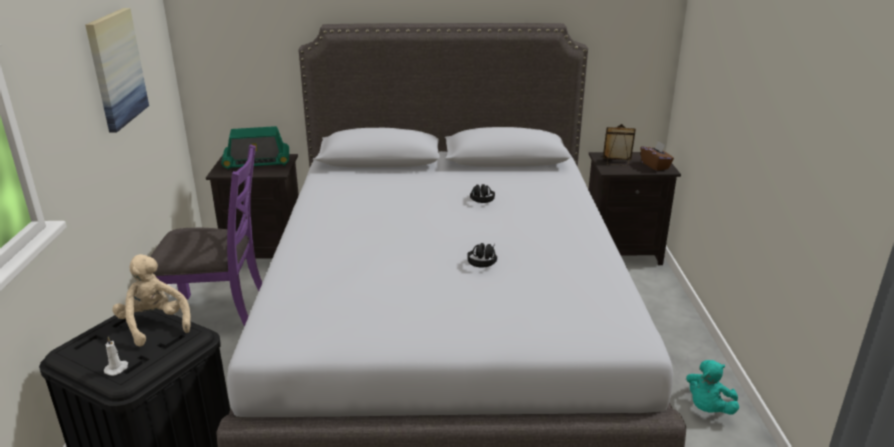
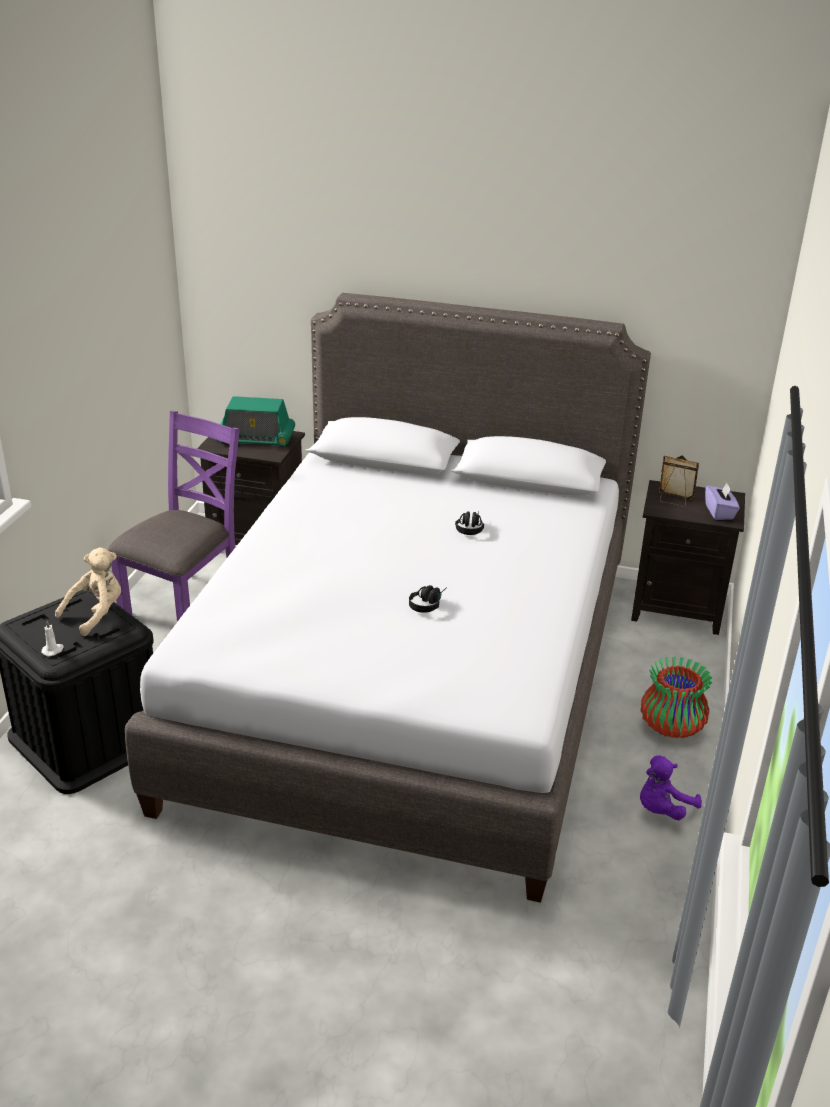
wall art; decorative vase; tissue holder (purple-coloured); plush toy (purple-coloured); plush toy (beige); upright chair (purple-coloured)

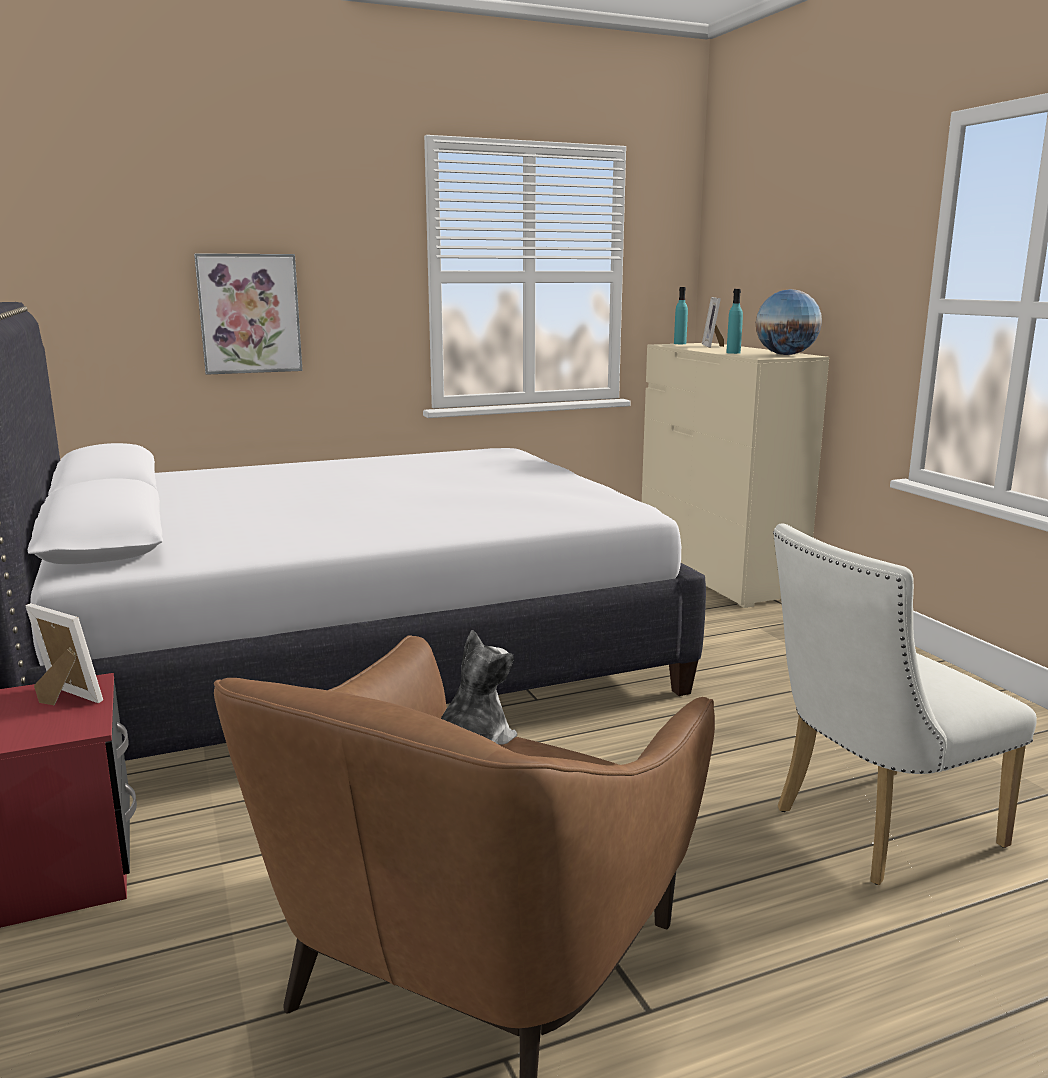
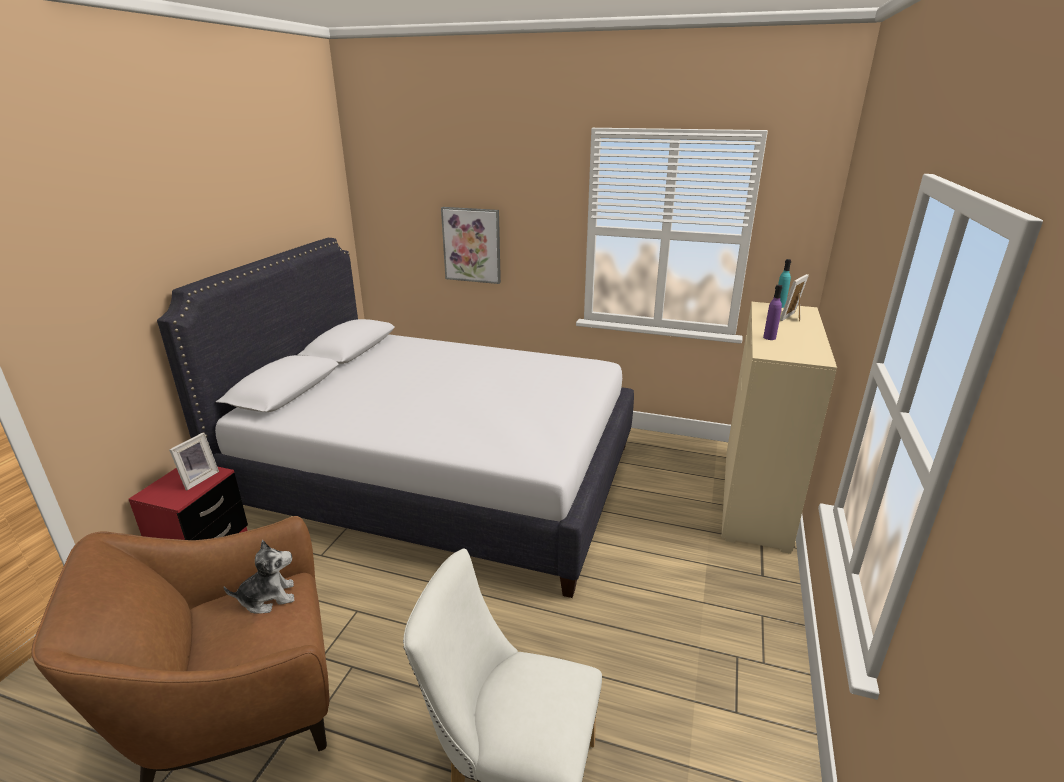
world globe; beverage bottle (purple-coloured); standing frame (1st from left)

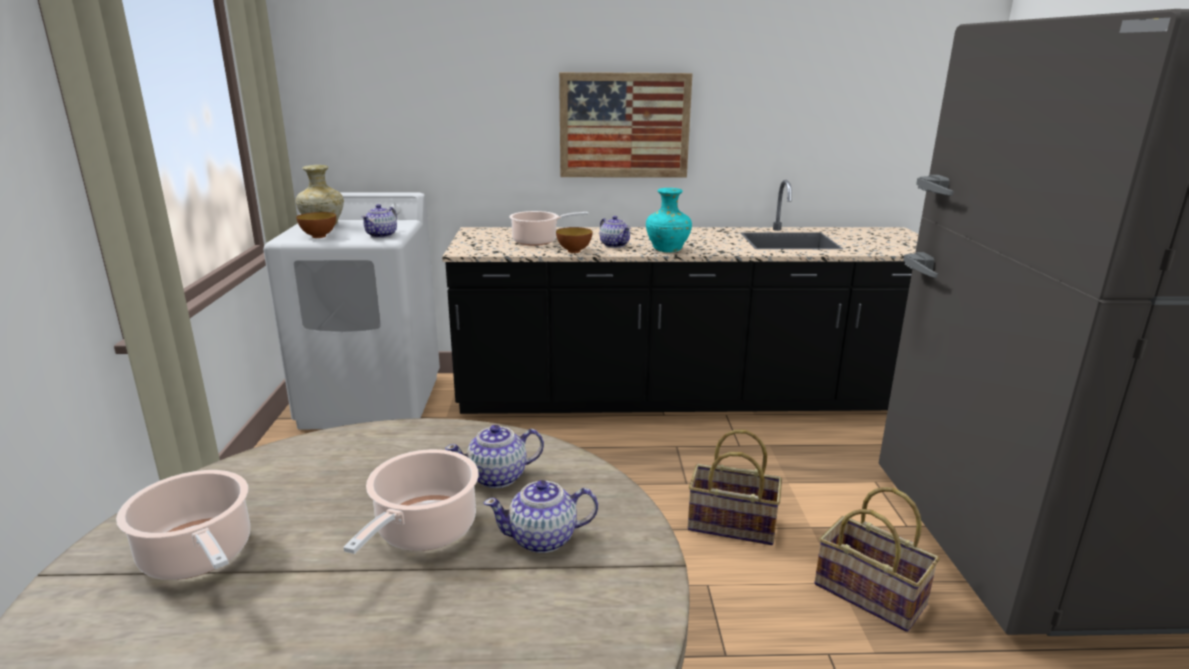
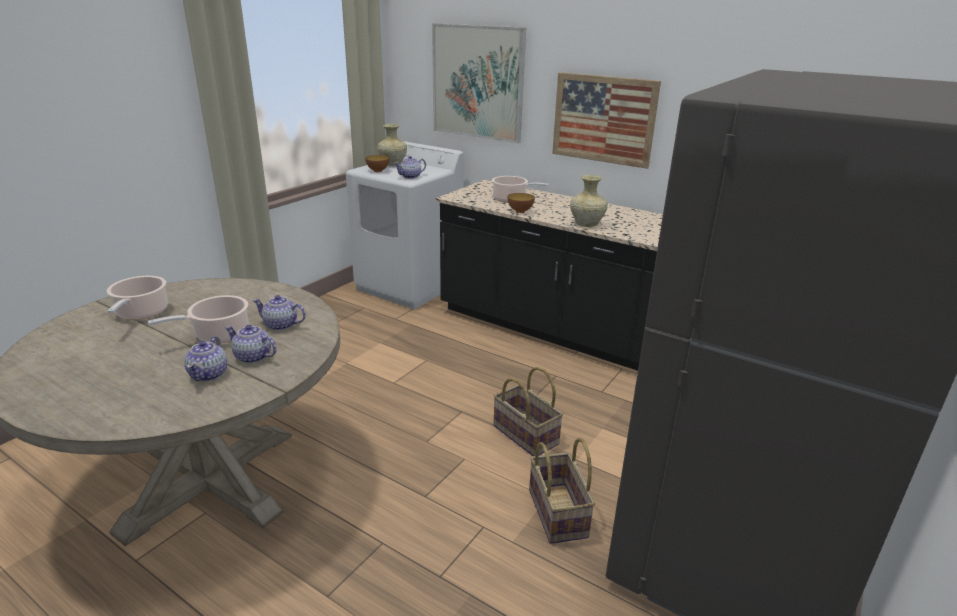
wall art (1st from left); pot for tea (1st from left); decorative vase (beige) (2nd from left)

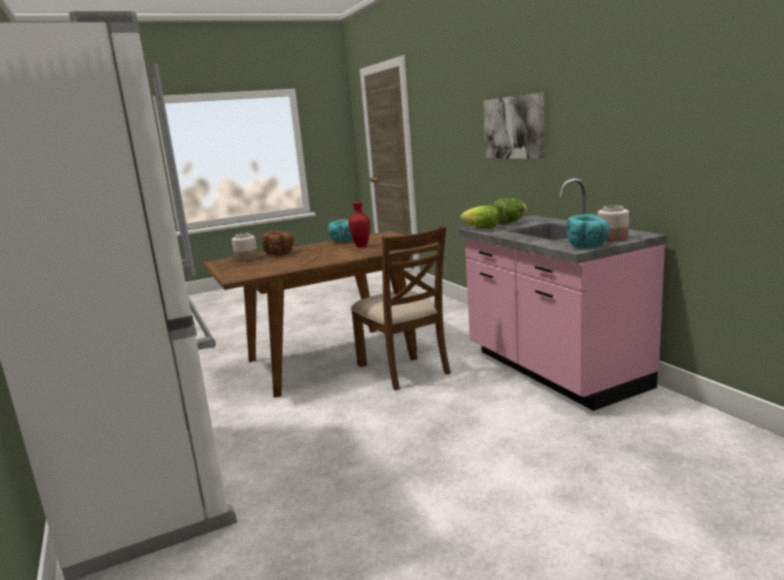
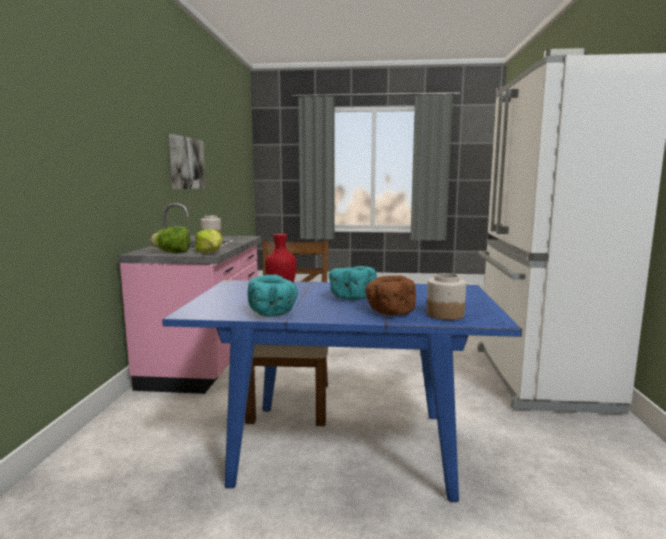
wall art; serving bowl (turquoise) (2nd from left); dinner table (bluish)

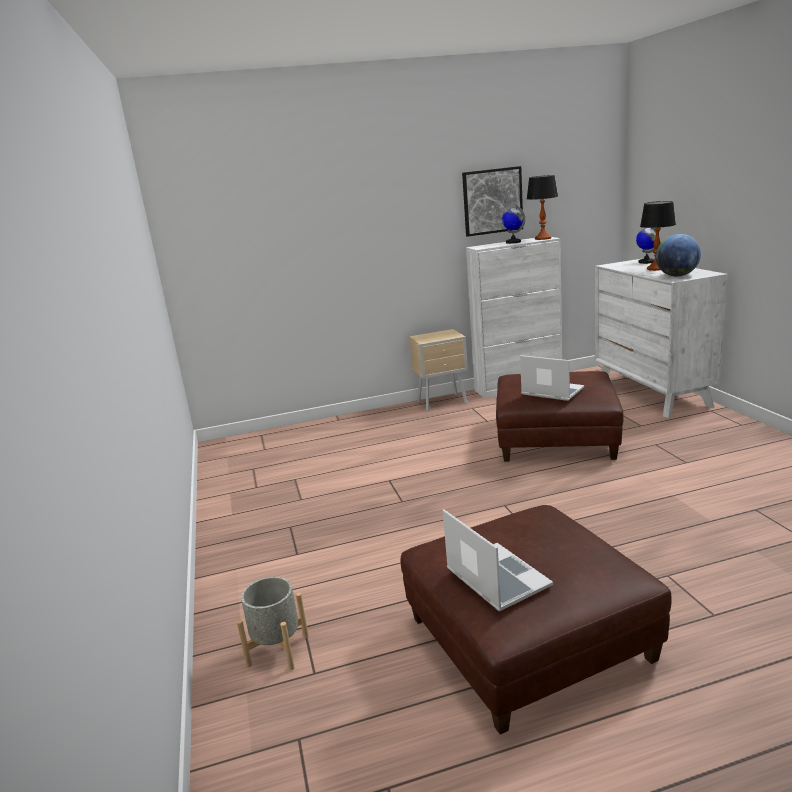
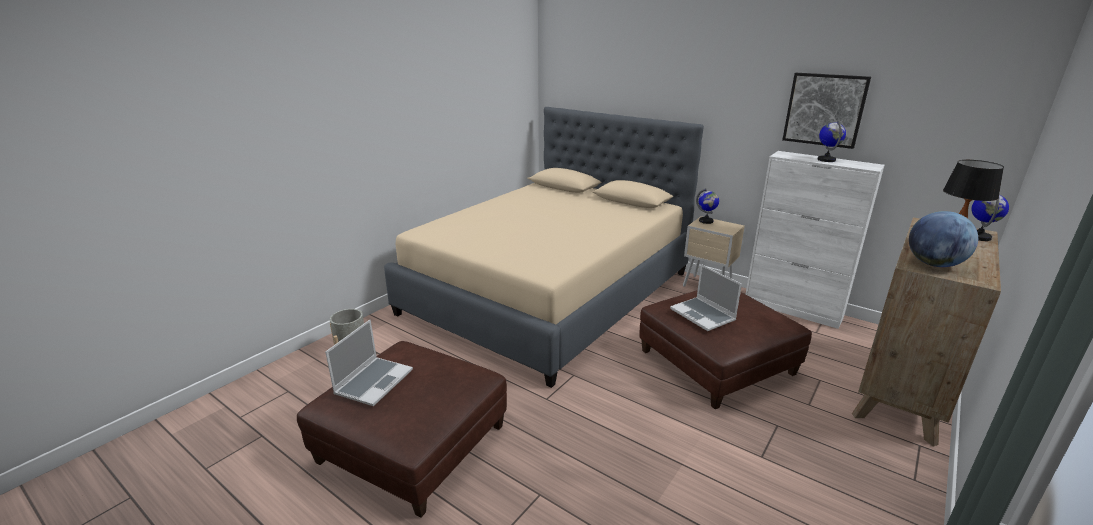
tabletop lamp (1st from left in the first image); sleeping bed (beige); world globe (1st from left); chest of drawers (brown); portable computer (2nd from left)

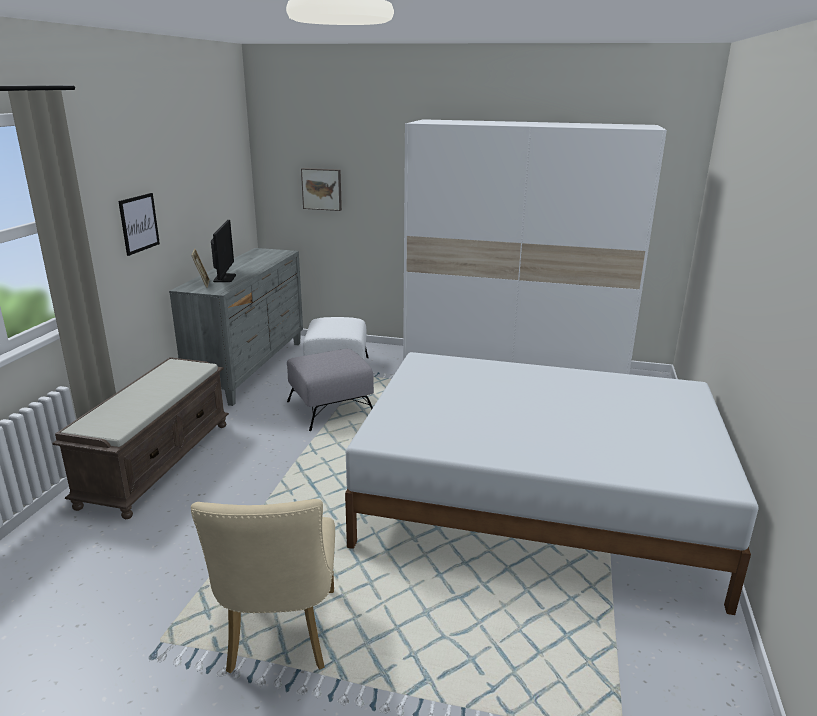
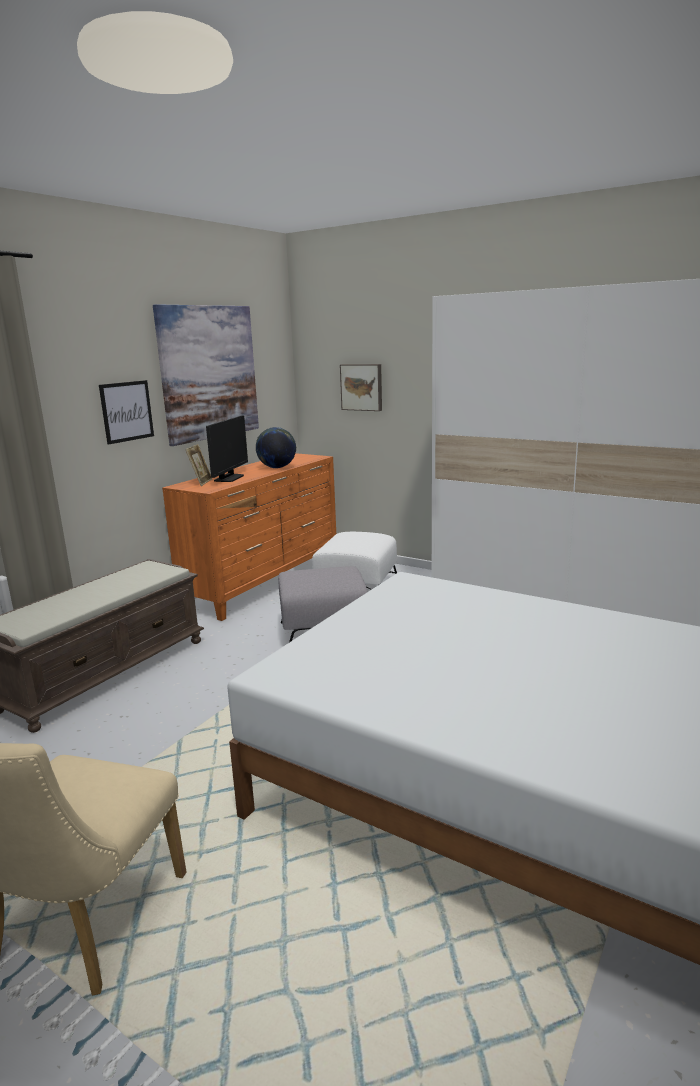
wall art (2nd from left); world globe; chest of drawers (orange)

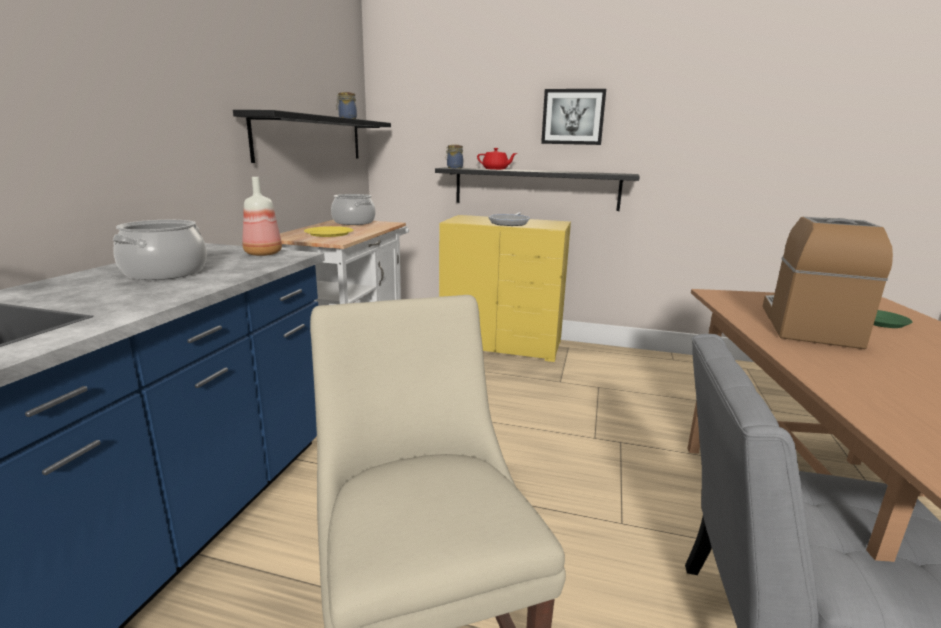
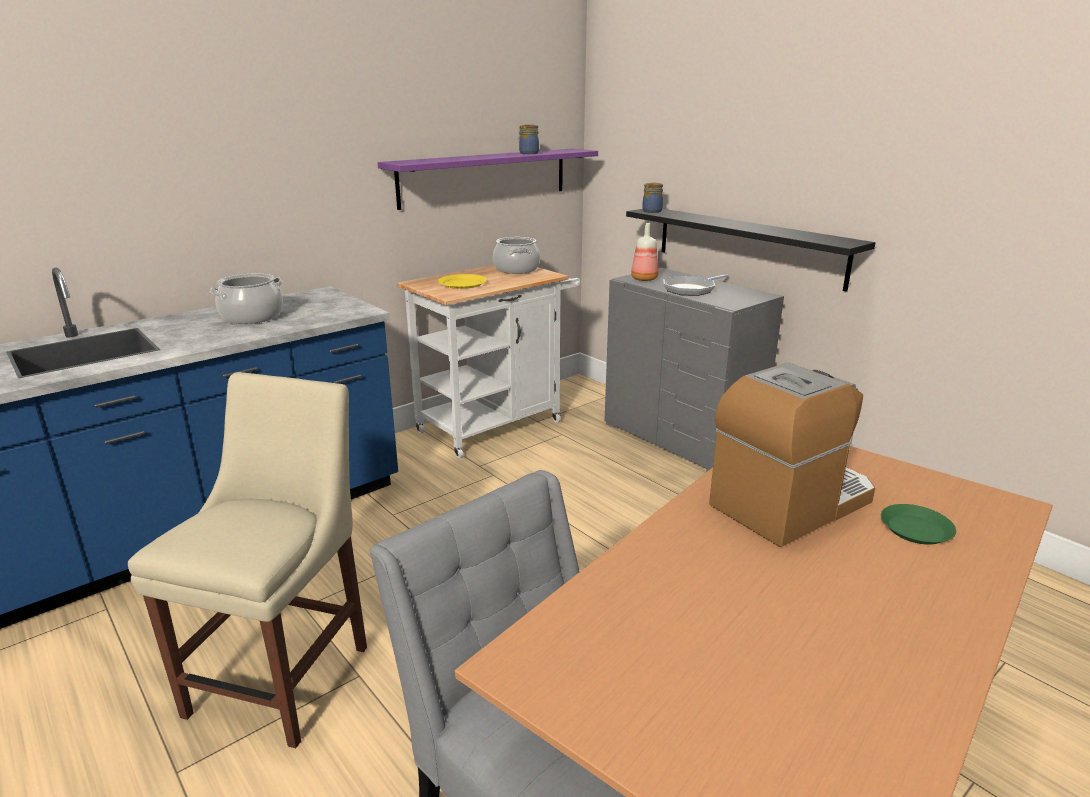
pot for tea (red); wall art; beverage bottle; wall shelf (purple-coloured); chest of drawers (greyish)

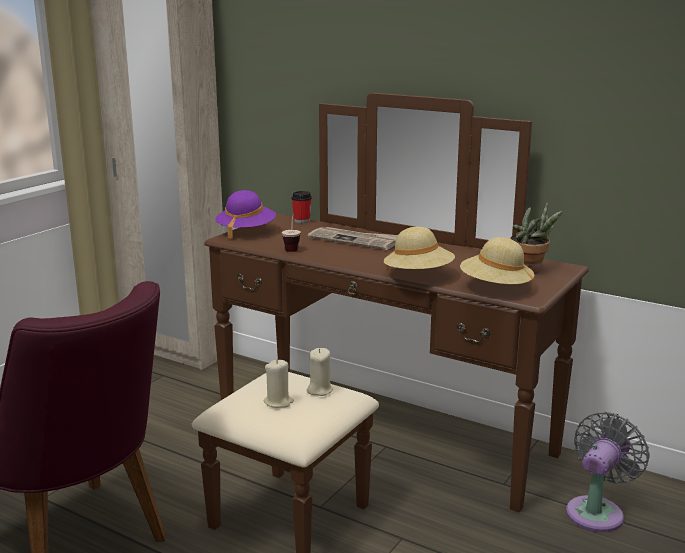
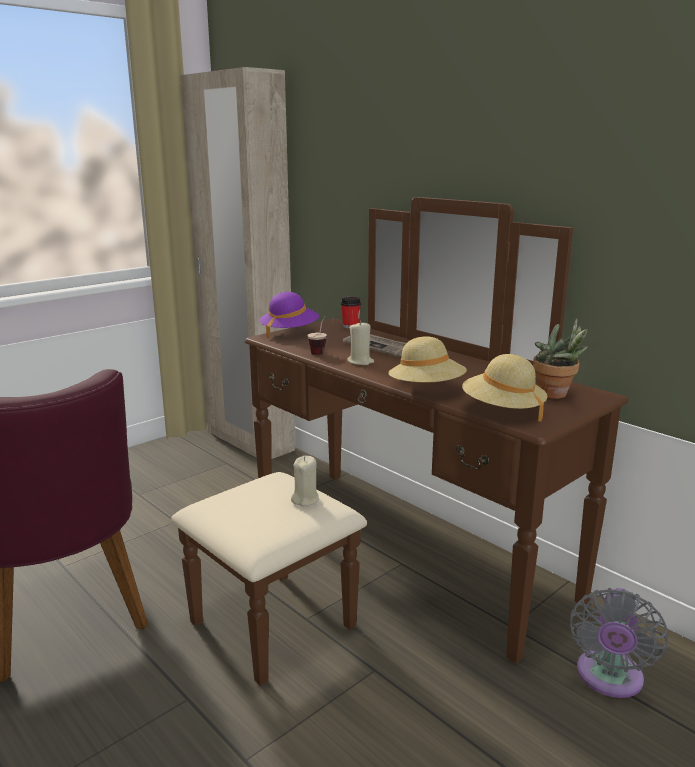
wax candle (beige) (2nd from left); electric fan (greyish)

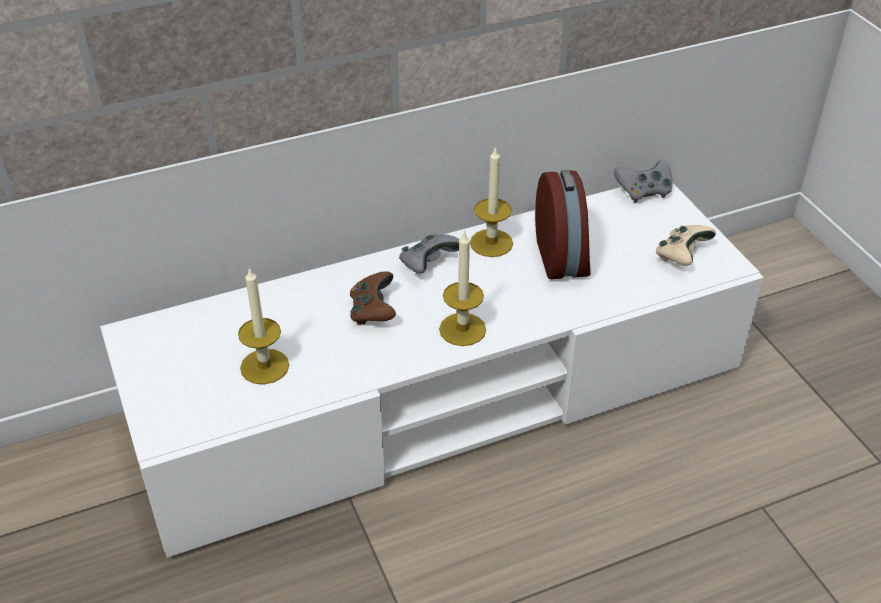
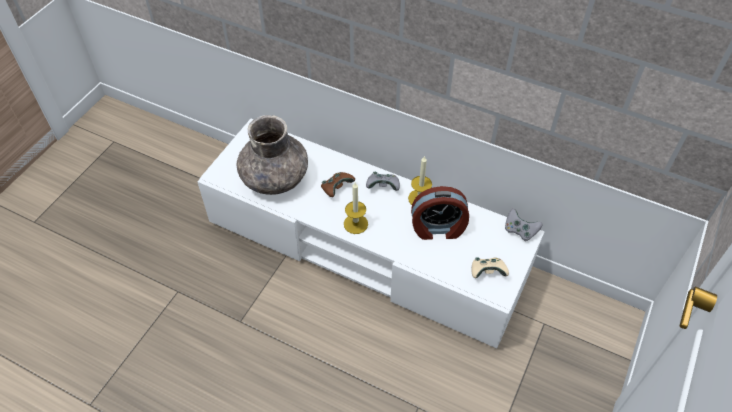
decorative vase (greyish); table clock

